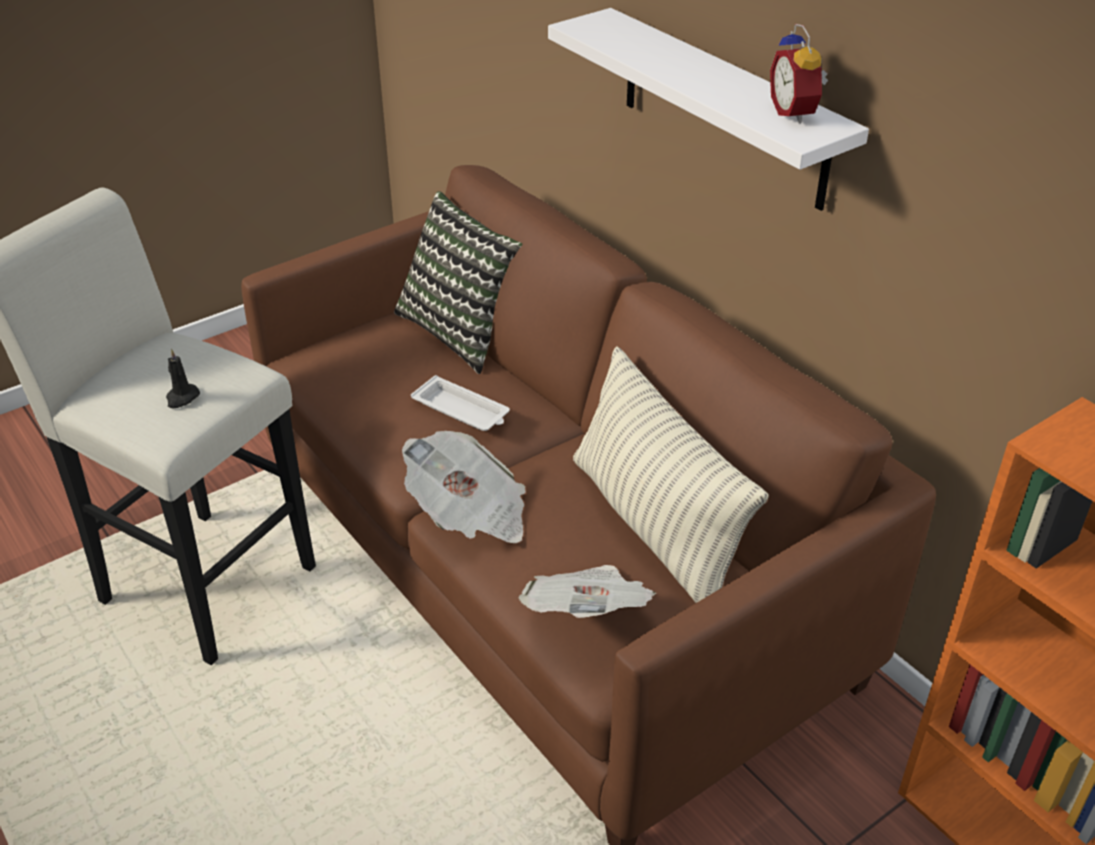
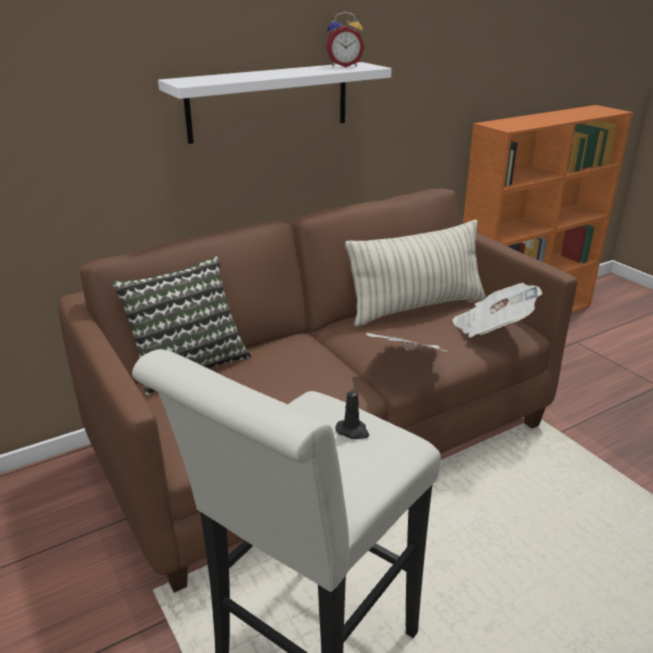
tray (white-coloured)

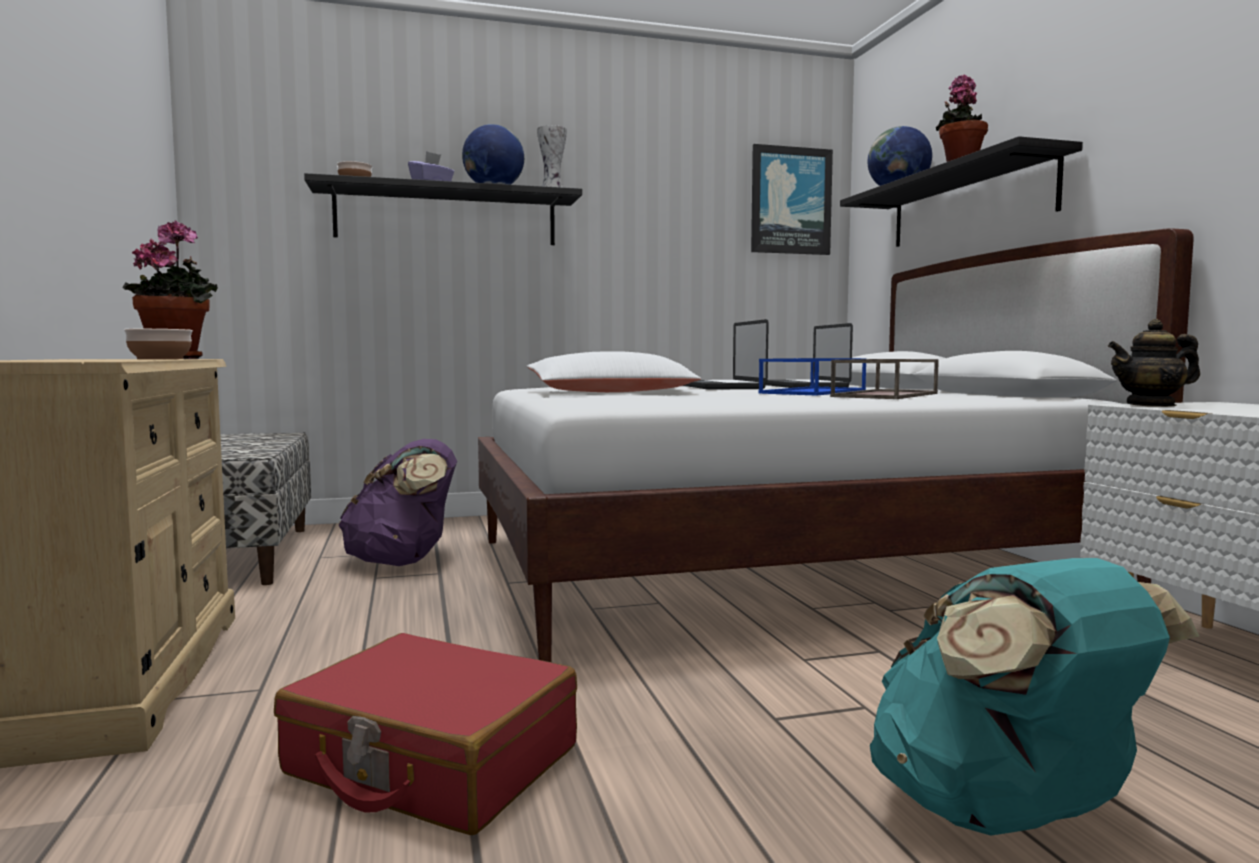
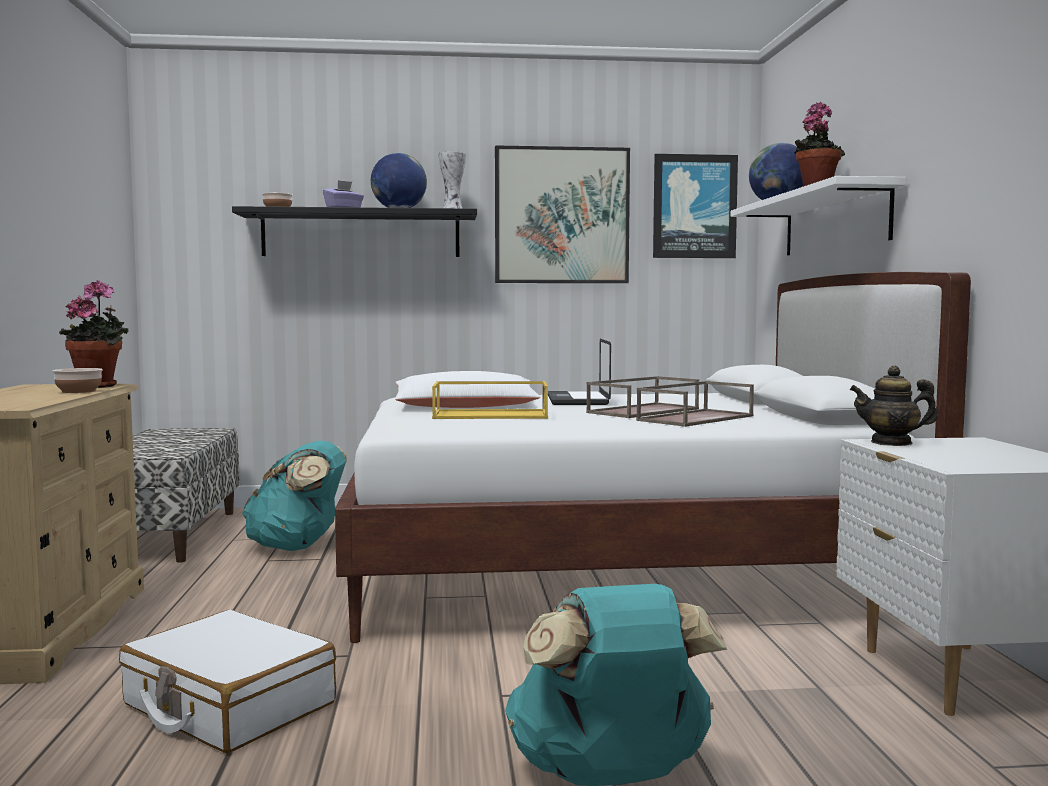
portable computer (2nd from left in the first image); tray (yellow-coloured); wall art (1st from left); piece of luggage (white-coloured); rucksack (turquoise) (1st from left); tray (brown) (1st from left); wall shelf (white-coloured)

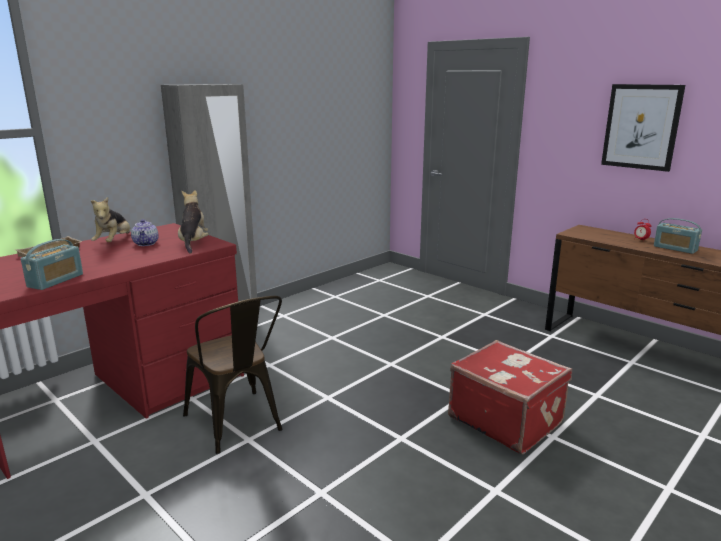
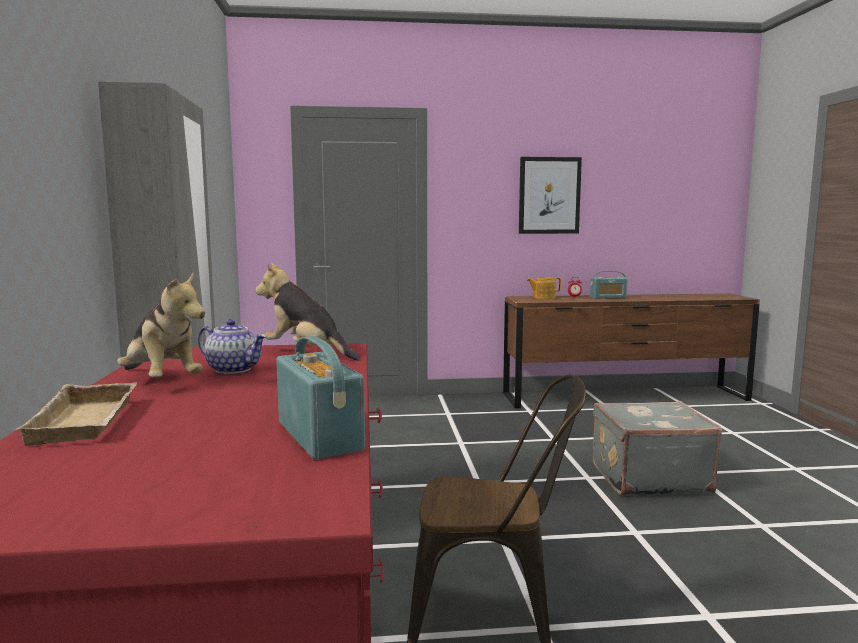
pot for tea (2nd from left); piece of luggage (greyish)

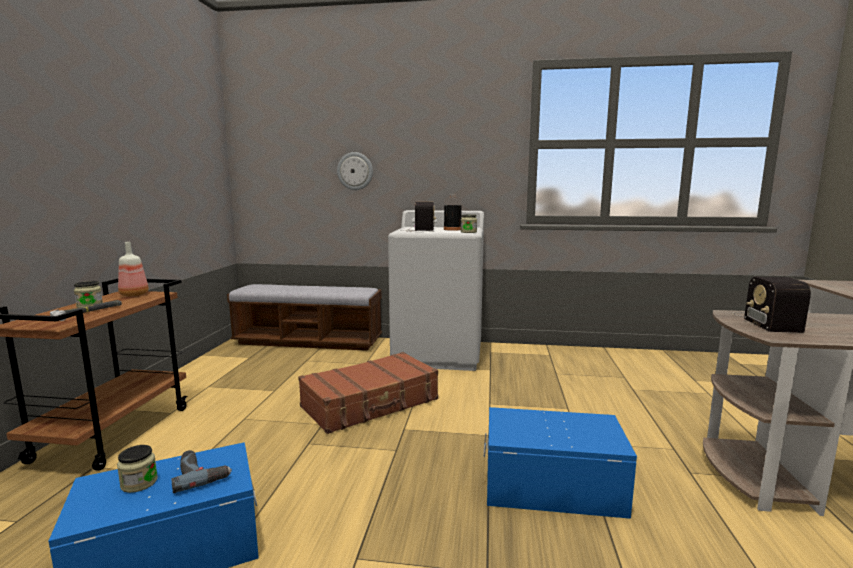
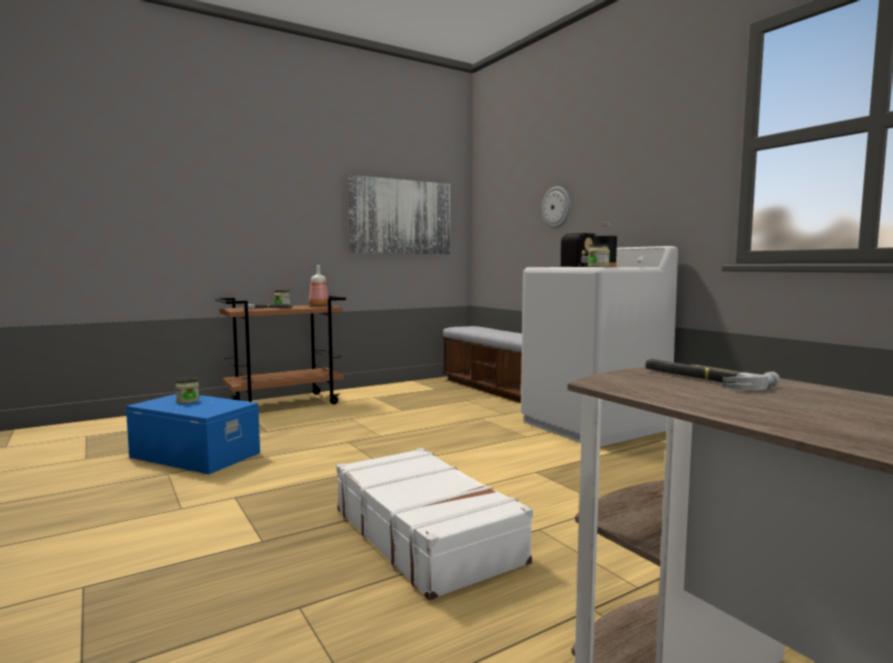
power drill; piece of luggage (brown); wall art; piece of luggage (white-coloured); hammer (2nd from left)

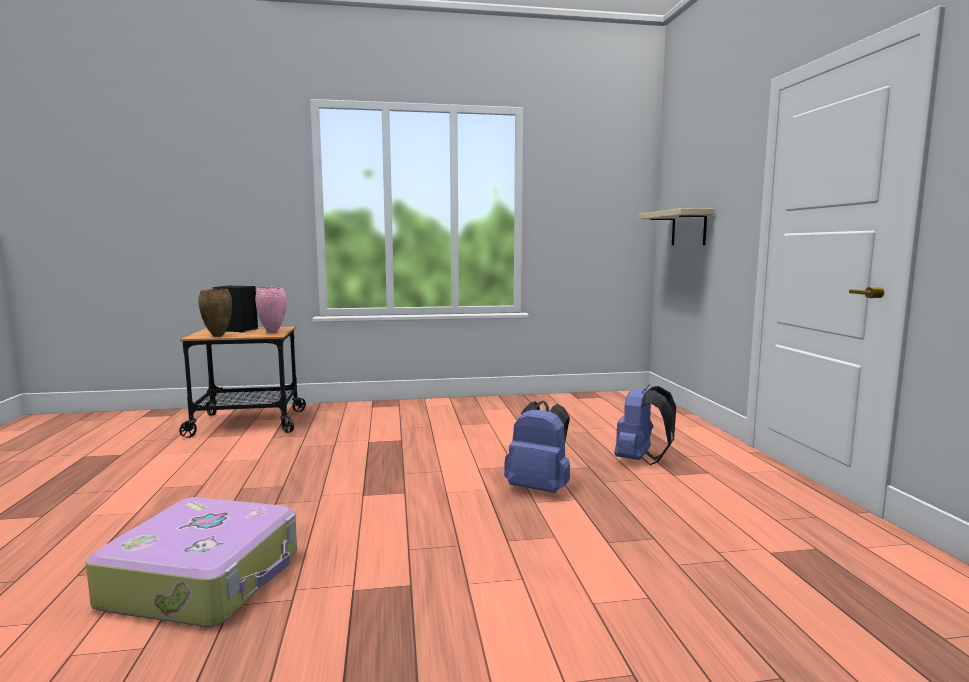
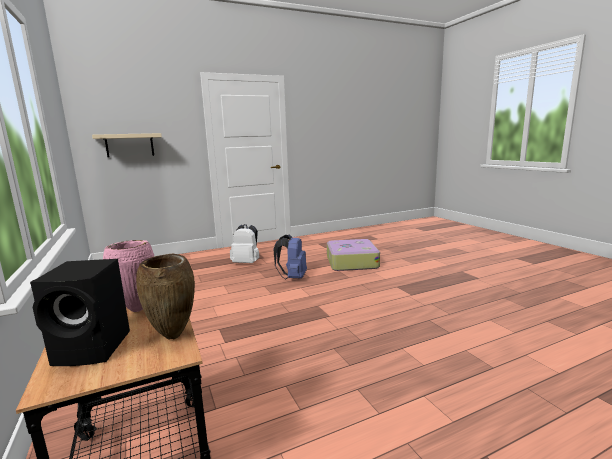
piece of luggage; rucksack (white-coloured)

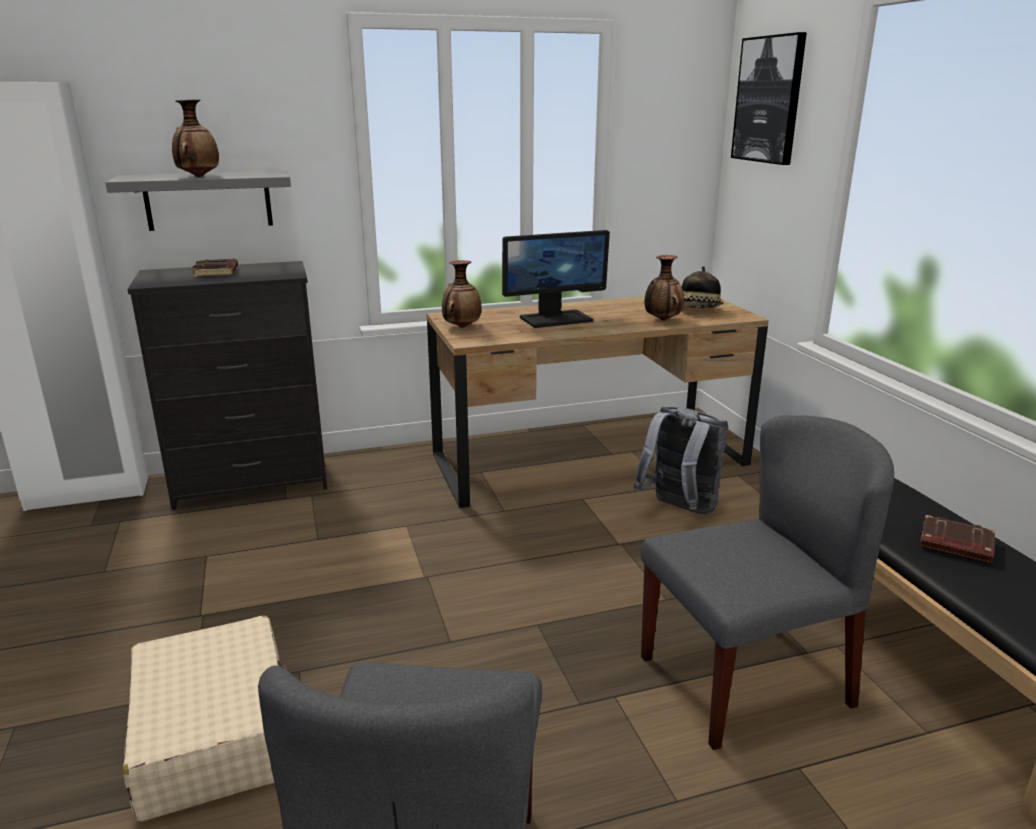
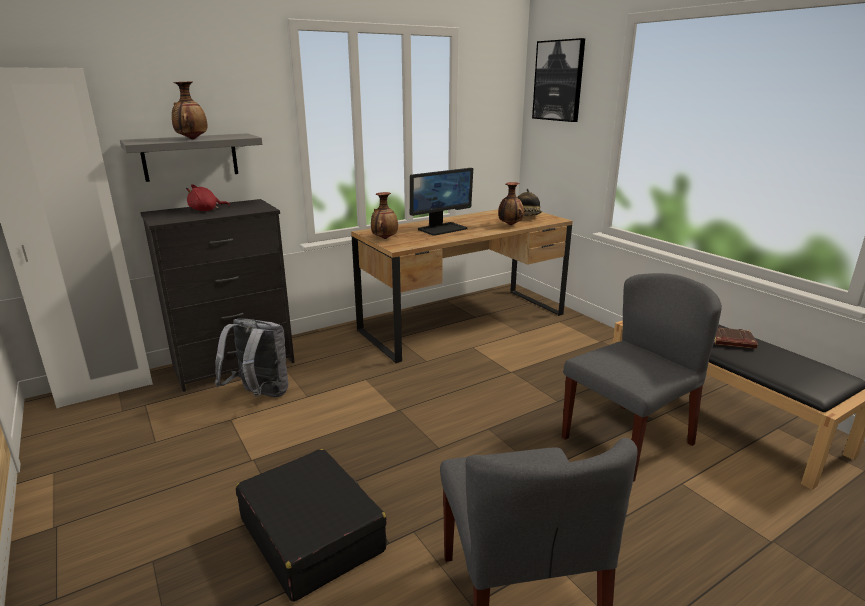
rucksack (greyish); plush toy (red); piece of luggage (blackish)

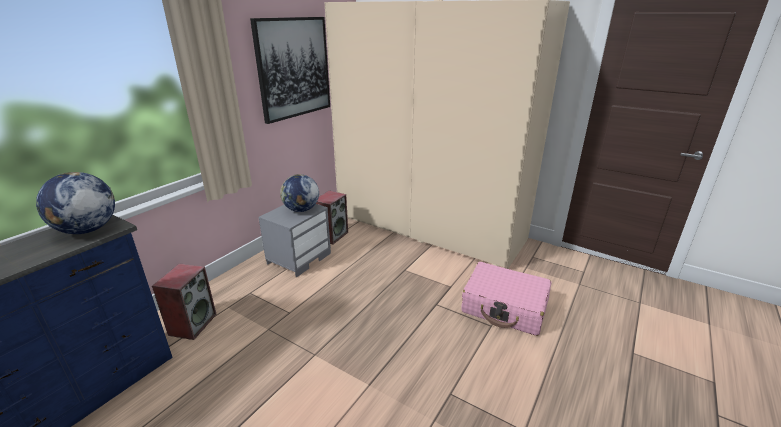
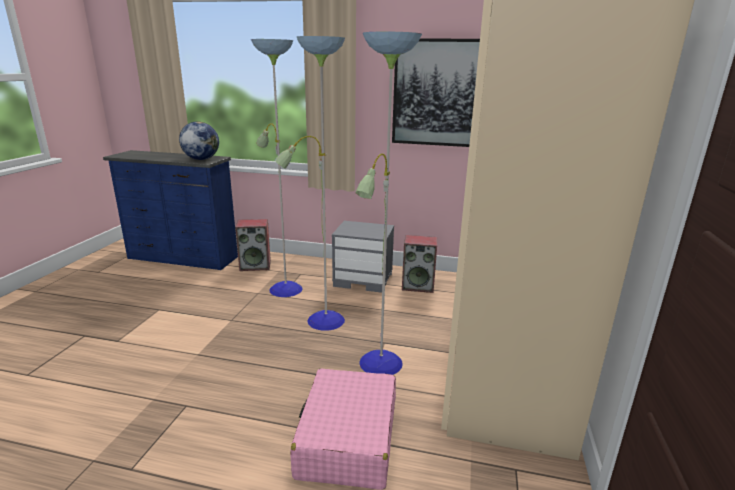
world globe (2nd from left in the first image); standing lamp

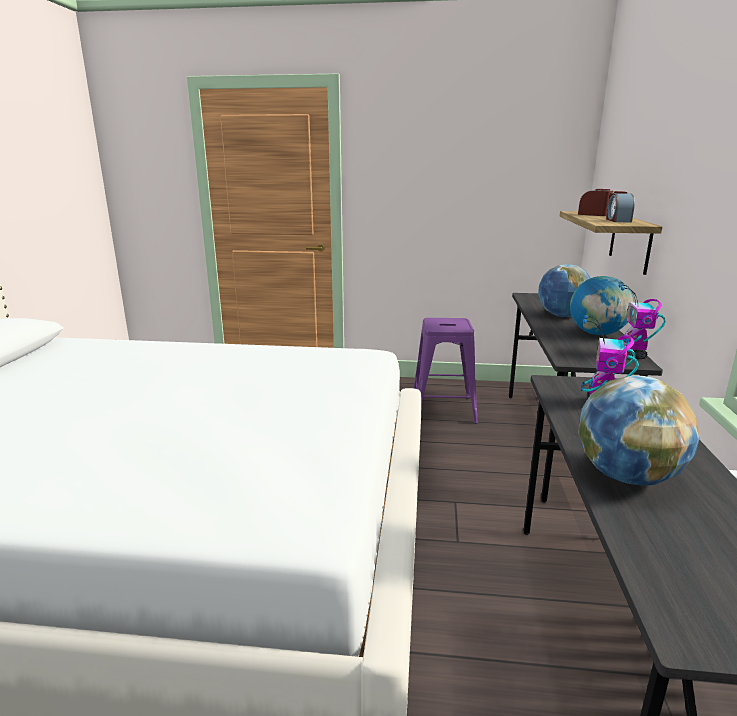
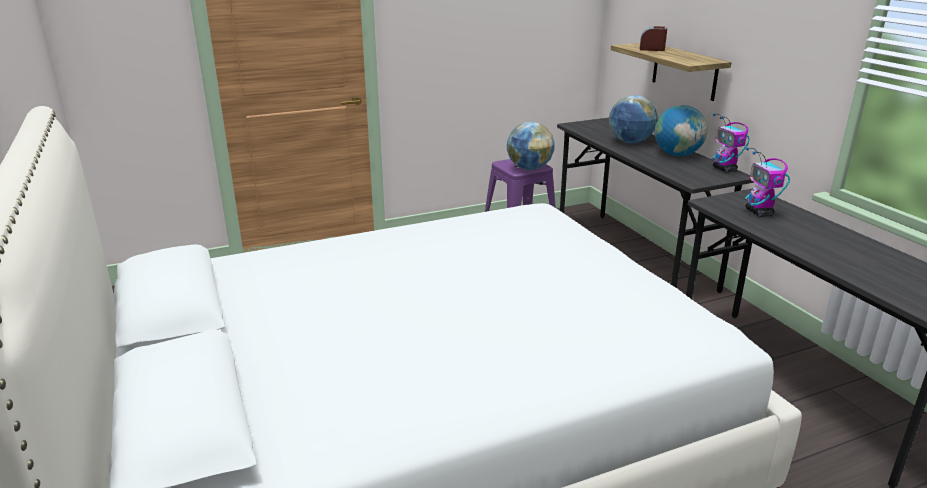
table clock (2nd from left in the first image); world globe (1st from left)

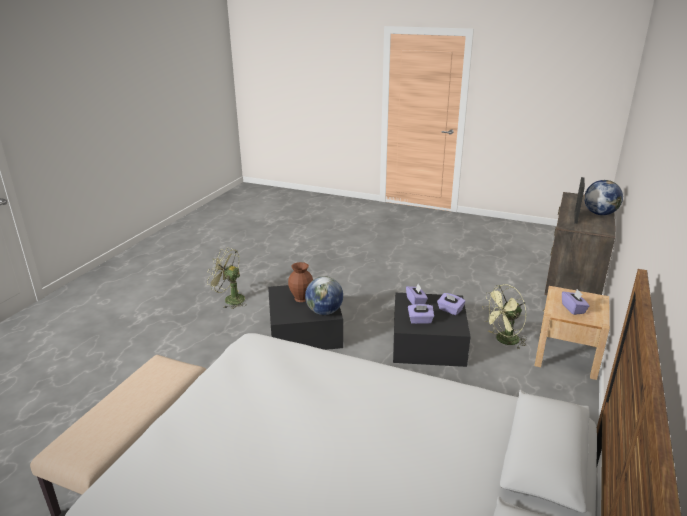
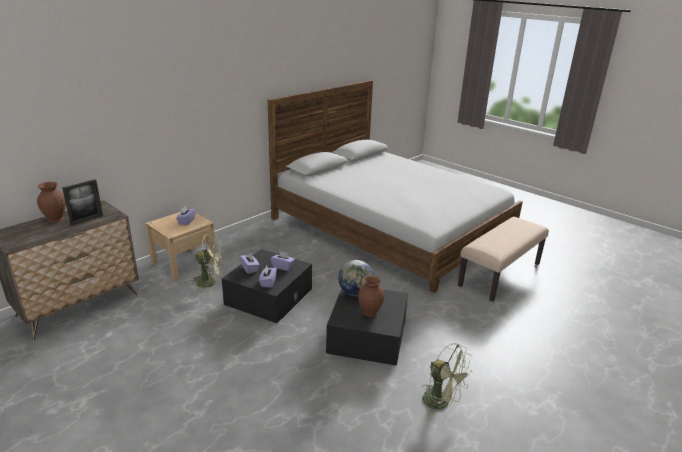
decorative vase (brown) (1st from left)

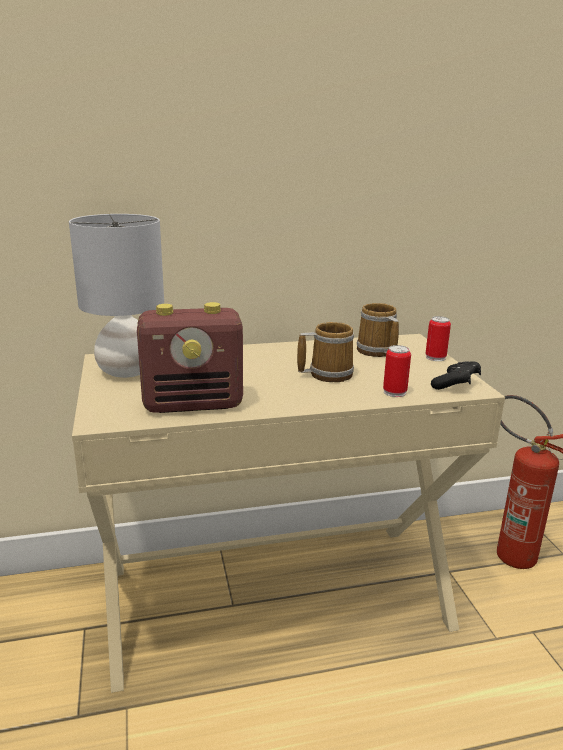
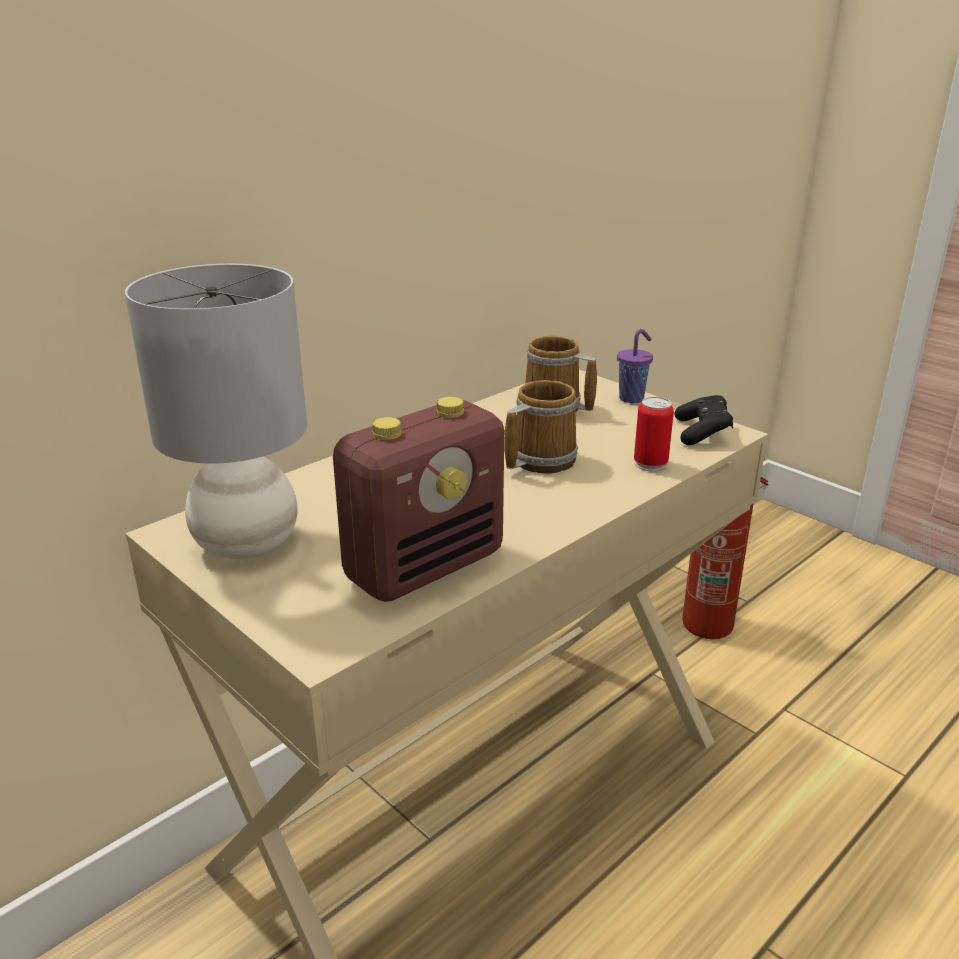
drinking cup (purple-coloured)

